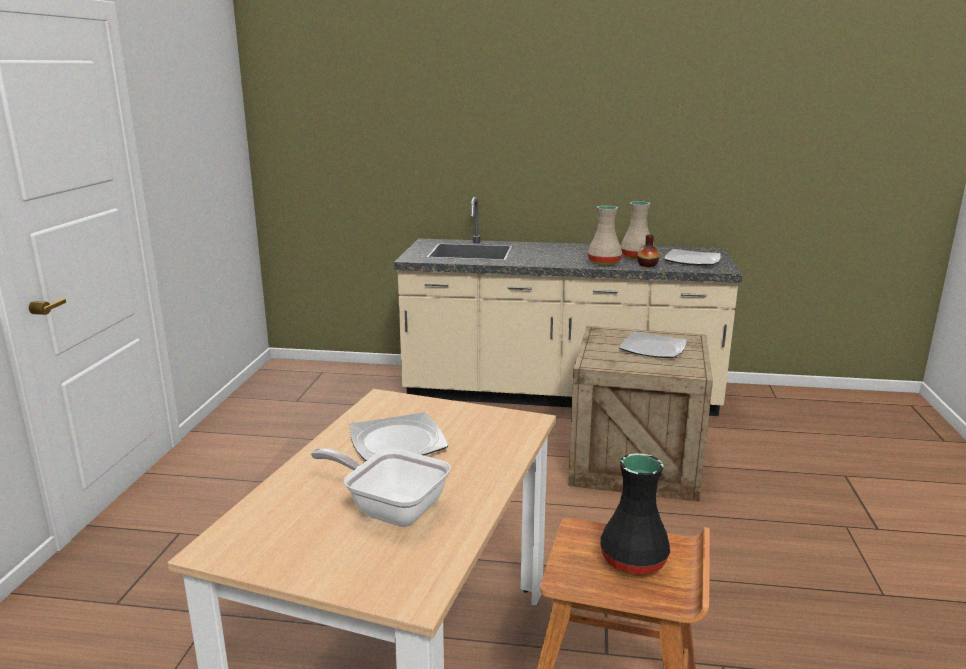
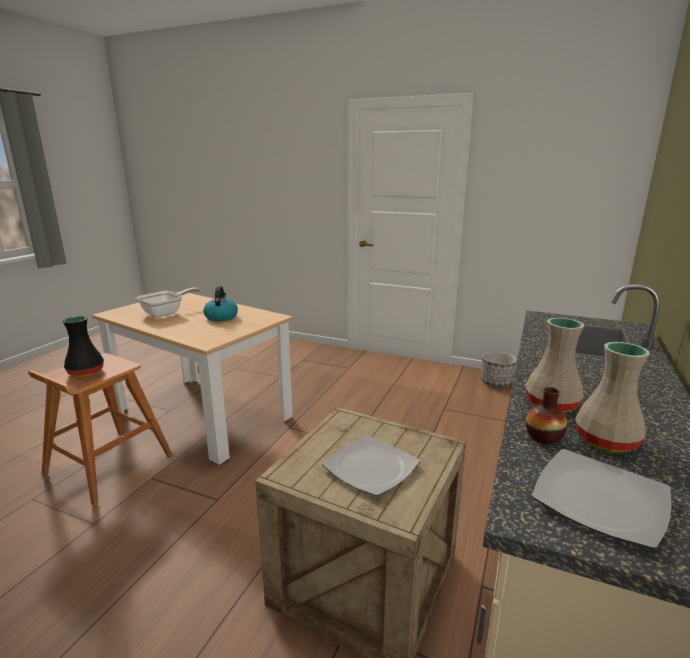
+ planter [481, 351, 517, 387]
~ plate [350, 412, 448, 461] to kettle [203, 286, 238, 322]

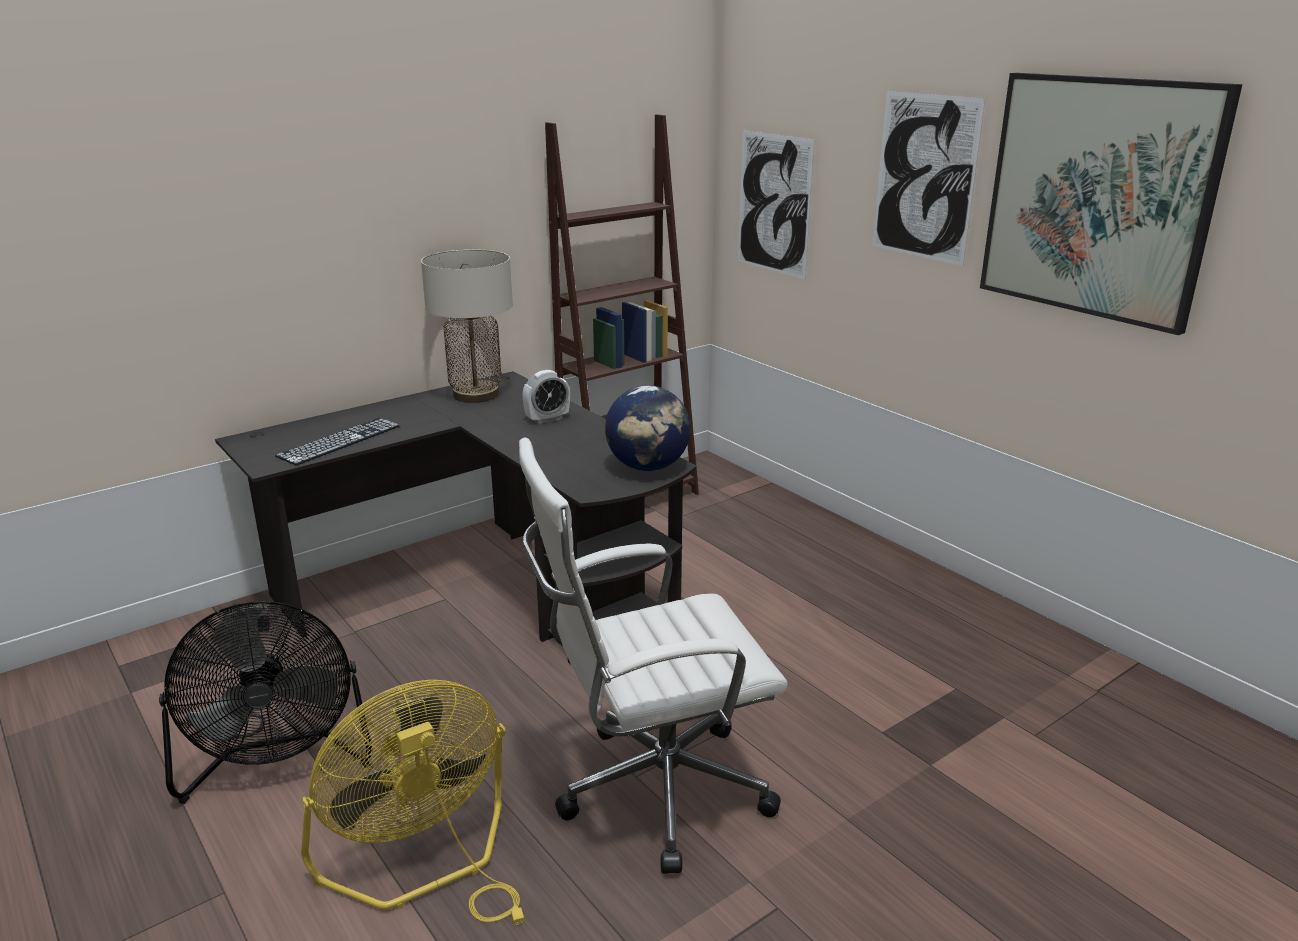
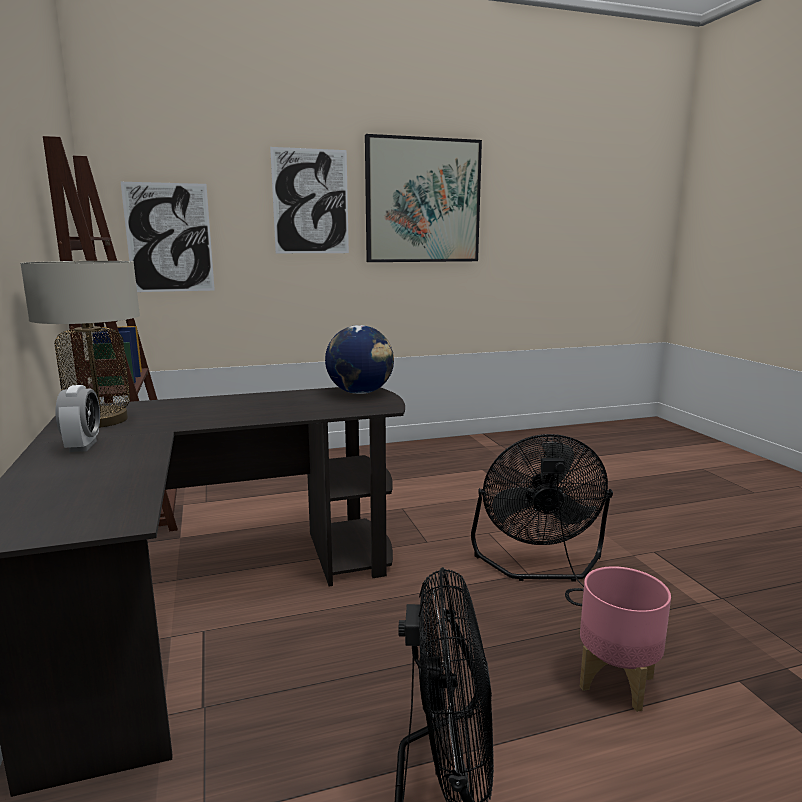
- keyboard [275, 418, 400, 466]
~ alarm clock [522, 370, 570, 424] to [56, 385, 100, 452]
~ yellow fan [301, 680, 525, 925] to pink planter [580, 566, 671, 712]
~ white office chair [519, 438, 787, 874] to black fan [471, 434, 613, 606]

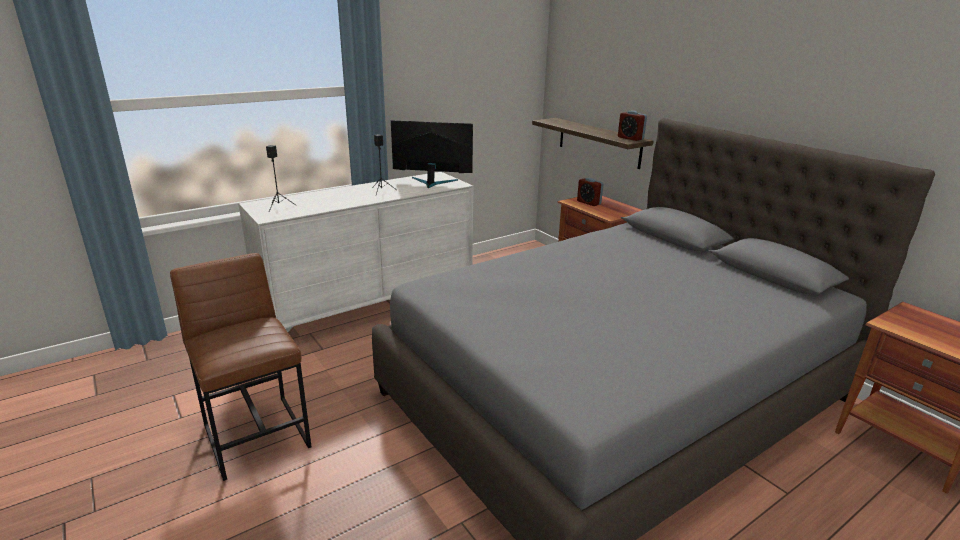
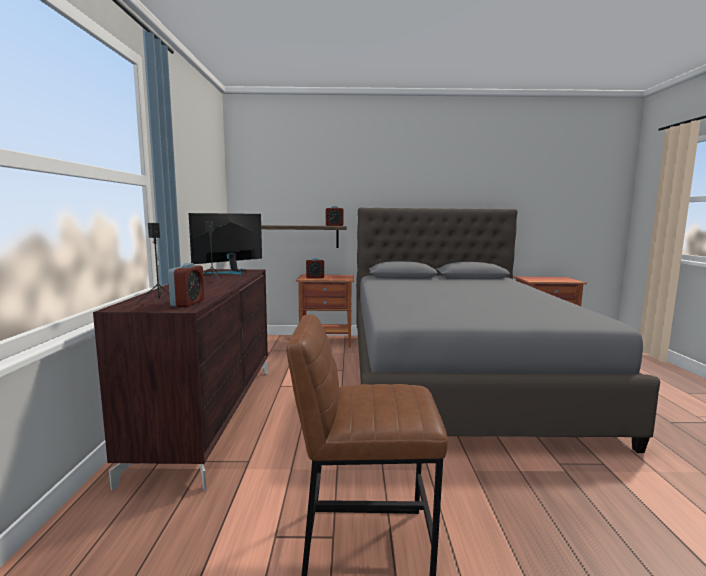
+ alarm clock [168, 263, 204, 307]
~ white dresser [238, 172, 473, 332] to brown dresser [93, 269, 268, 491]

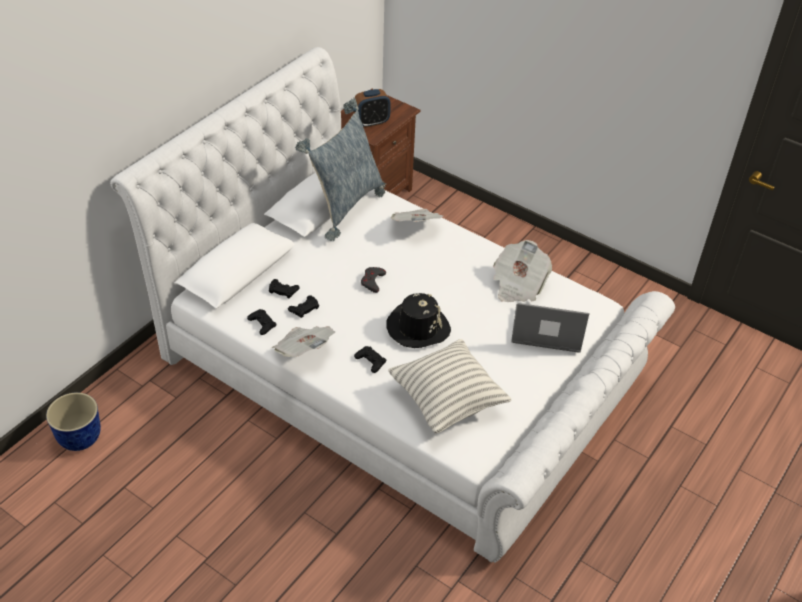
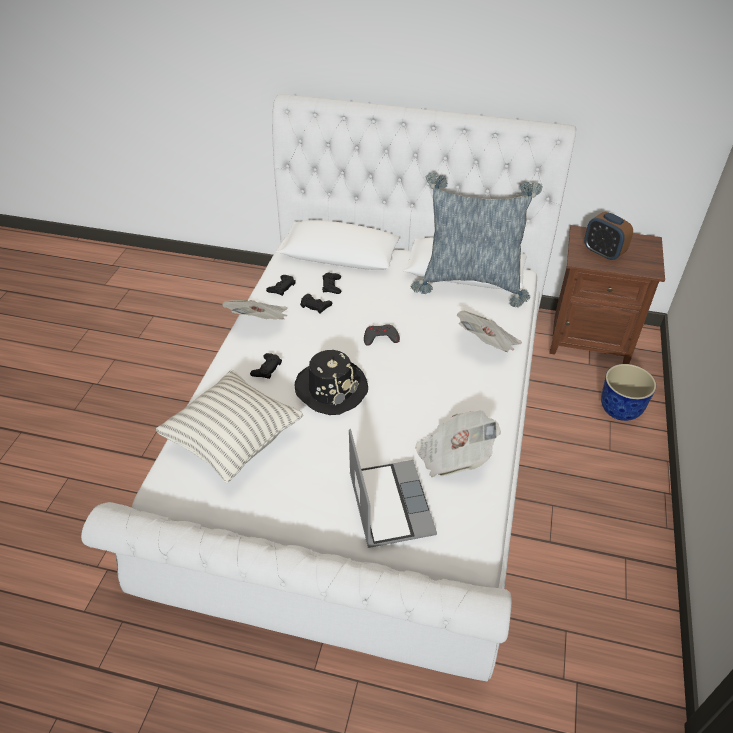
~ planter [46, 393, 101, 451] to [601, 364, 656, 421]

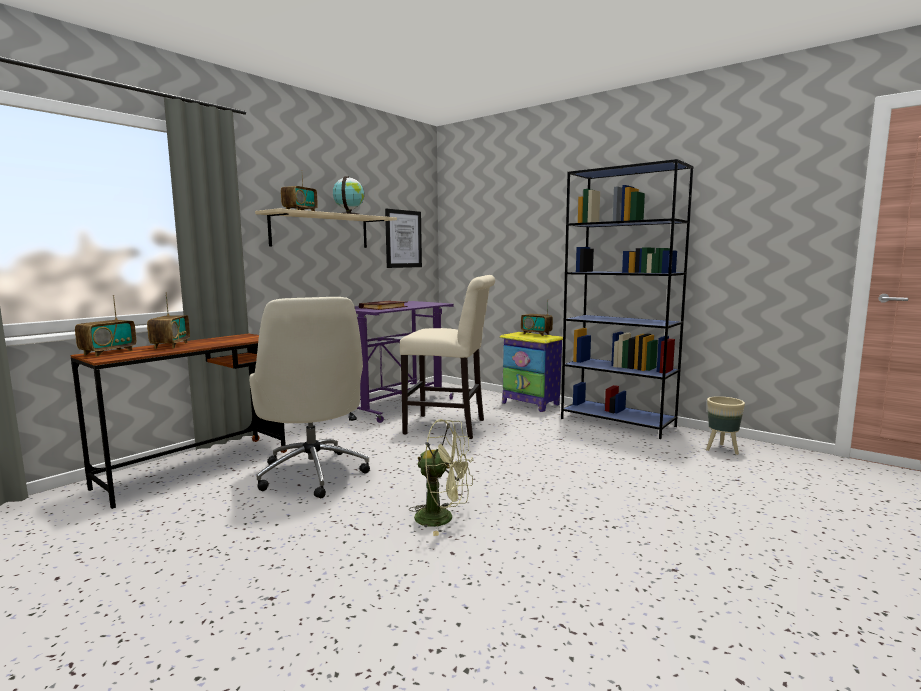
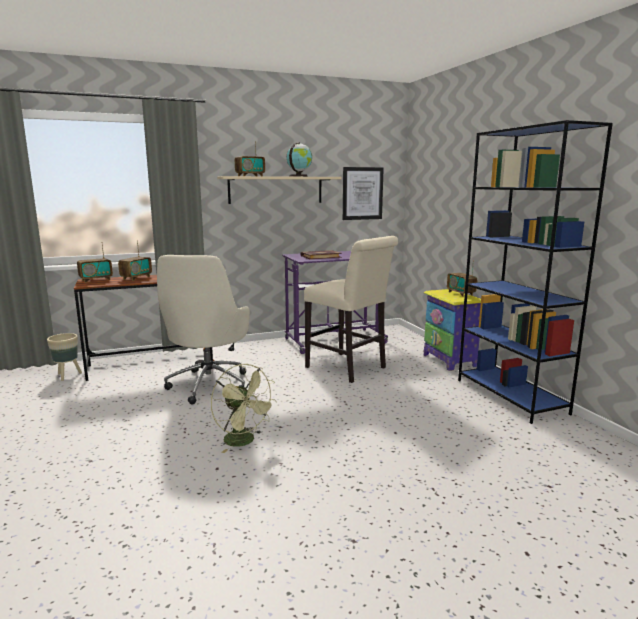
~ beige planter [706, 396, 745, 455] to [47, 333, 82, 381]

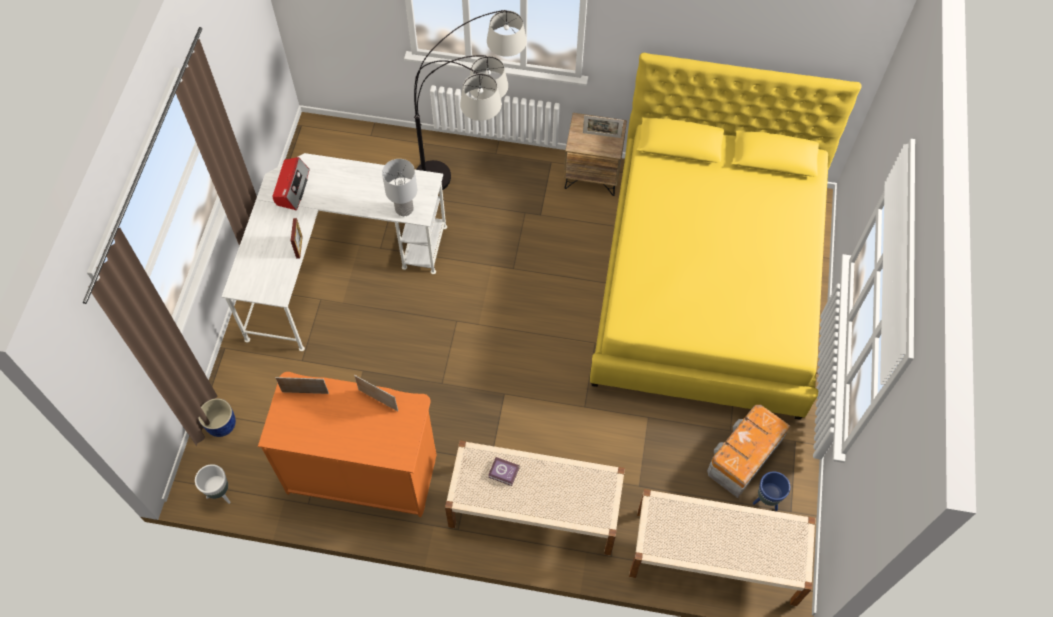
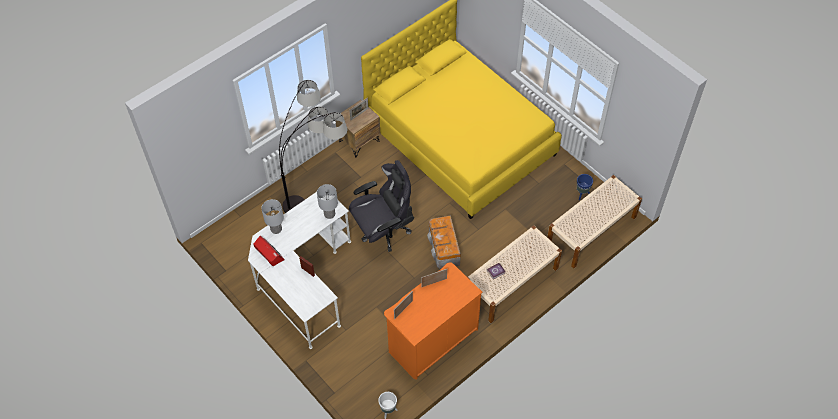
- blue planter [198, 398, 236, 437]
+ grey table lamp [261, 199, 284, 234]
+ black office chair [349, 160, 414, 252]
~ storage box [707, 405, 790, 498] to [427, 215, 461, 269]

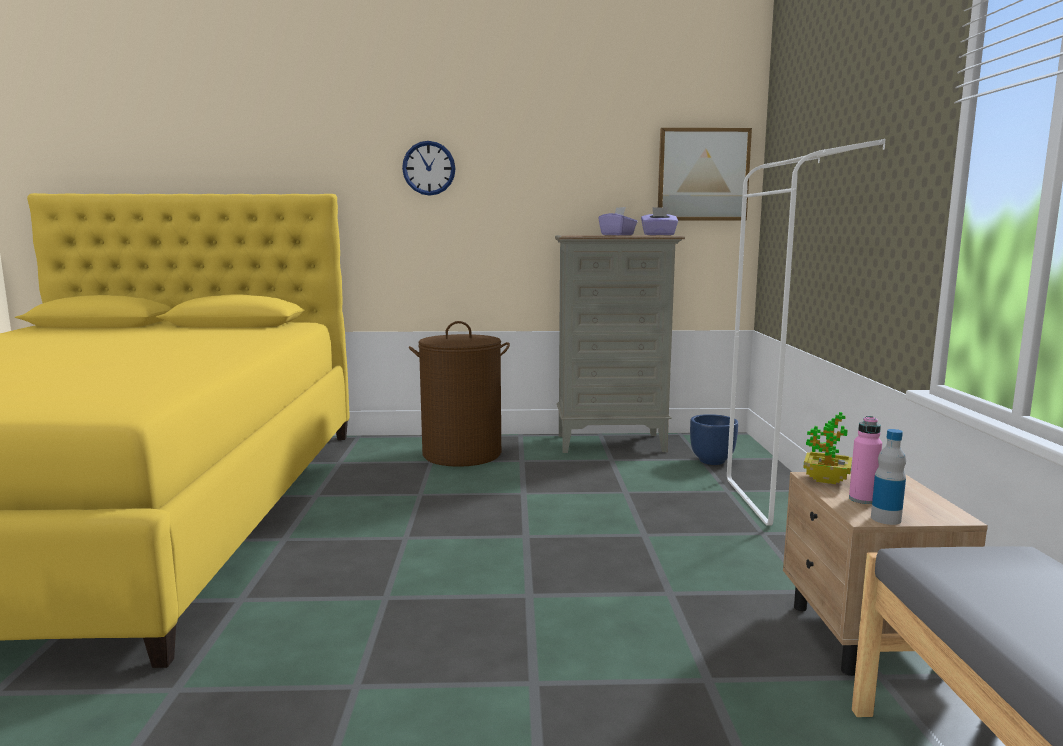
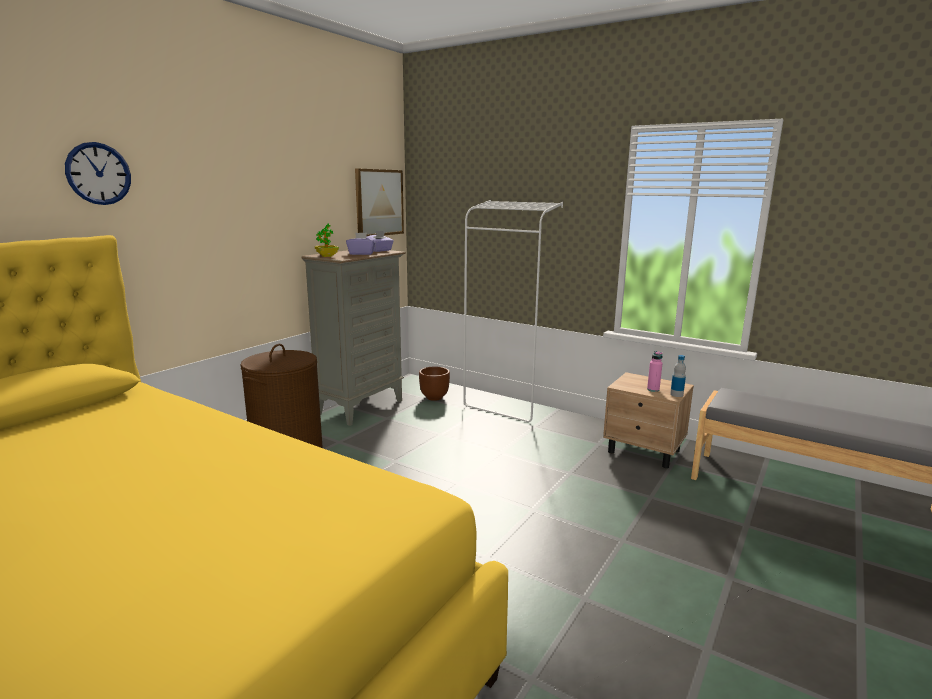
~ wall clock [402, 141, 456, 196] to [65, 142, 131, 205]
~ potted plant [803, 412, 852, 484] to [315, 223, 339, 257]
~ blue planter [690, 414, 738, 465] to brown planter [419, 367, 450, 401]

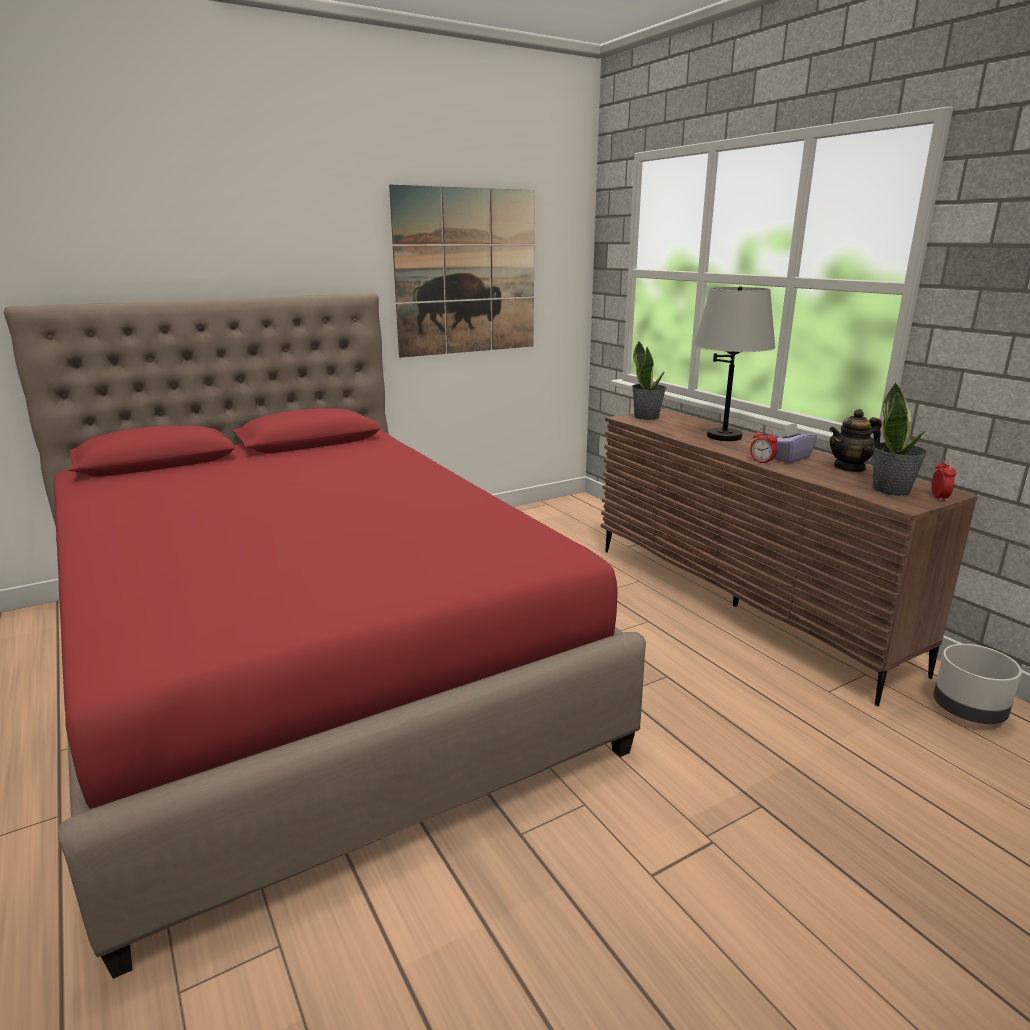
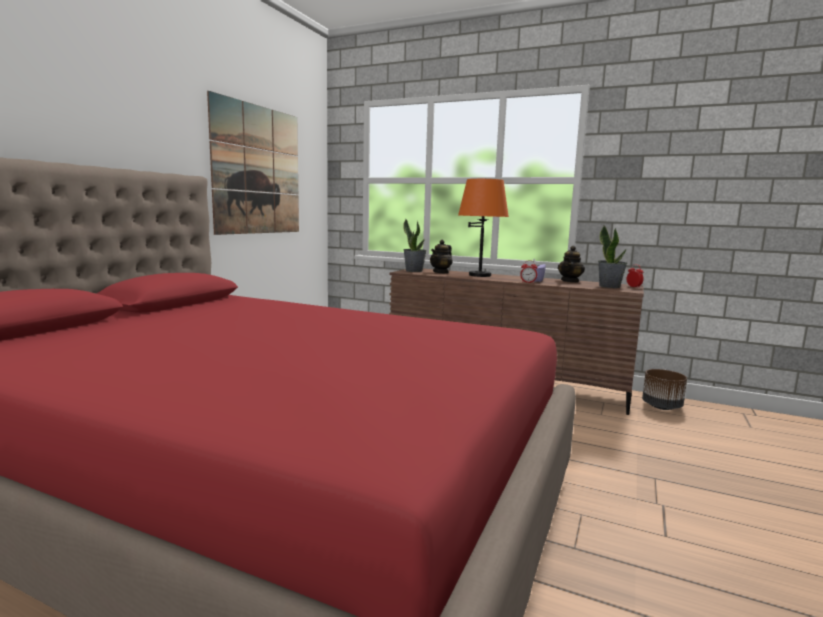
+ teapot [430, 240, 453, 273]
~ grey table lamp [694, 286, 775, 441] to orange table lamp [458, 179, 509, 277]
~ grey planter [933, 644, 1022, 724] to brown planter [642, 369, 687, 410]

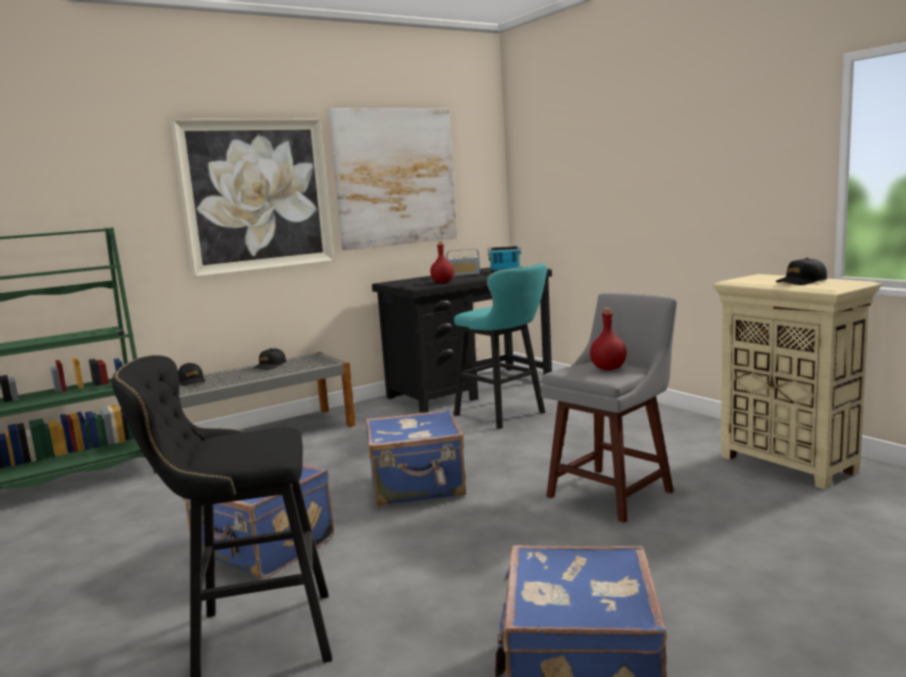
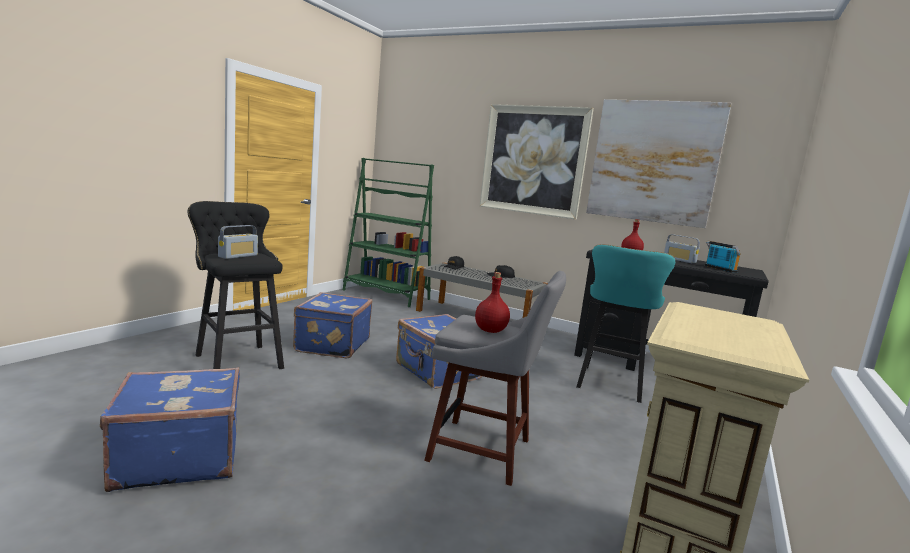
- black cap [776, 258, 827, 285]
+ radio [218, 225, 258, 259]

